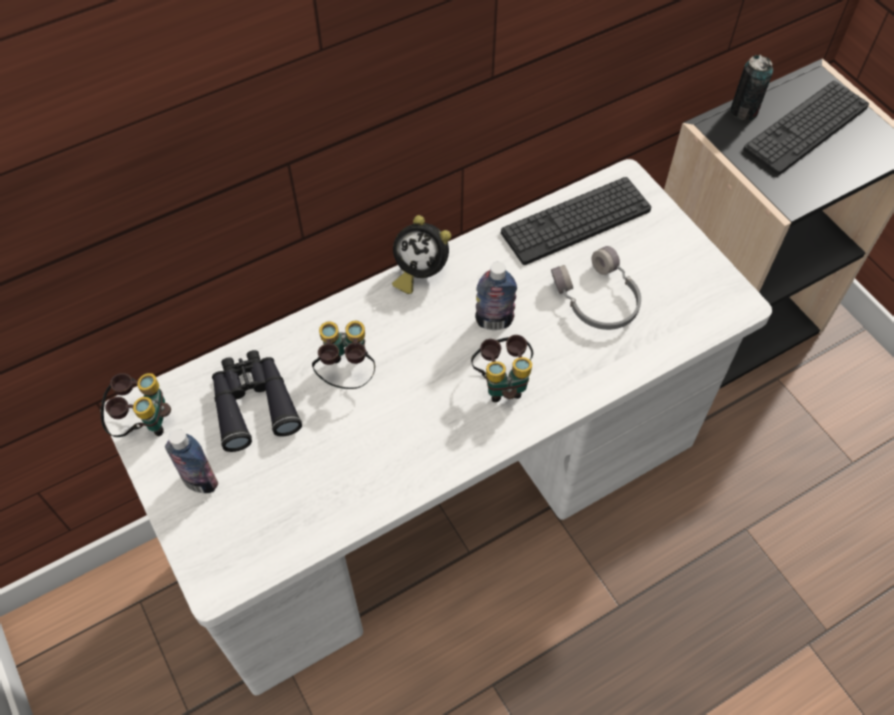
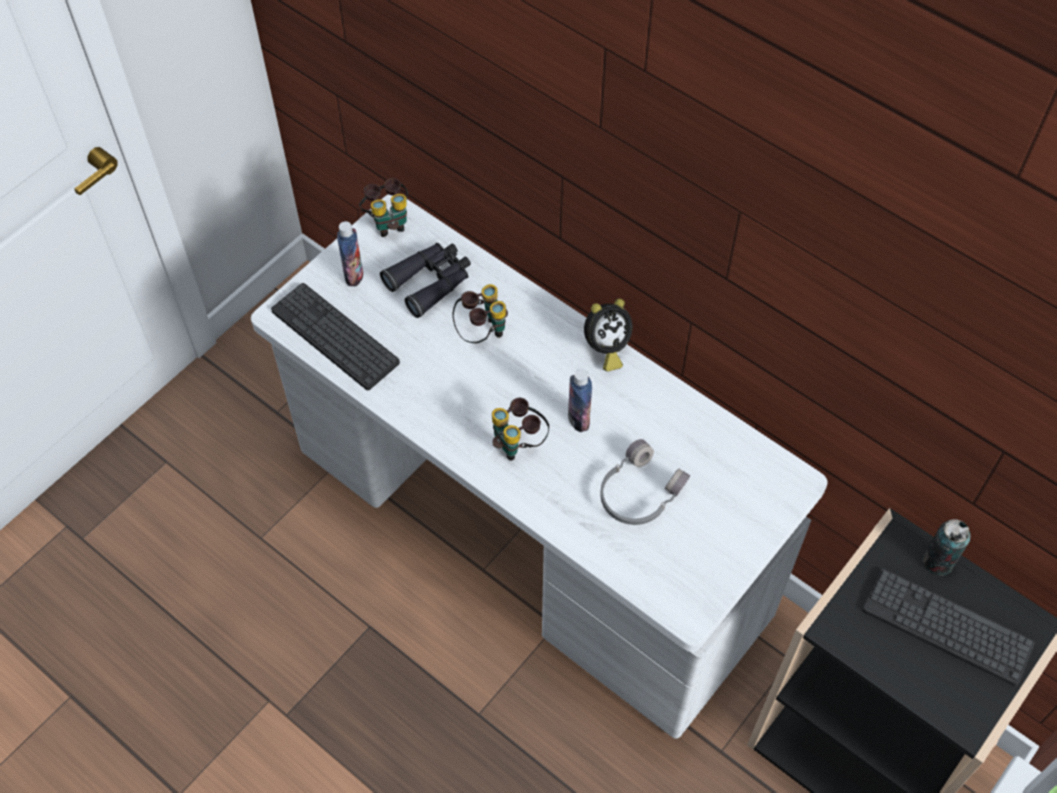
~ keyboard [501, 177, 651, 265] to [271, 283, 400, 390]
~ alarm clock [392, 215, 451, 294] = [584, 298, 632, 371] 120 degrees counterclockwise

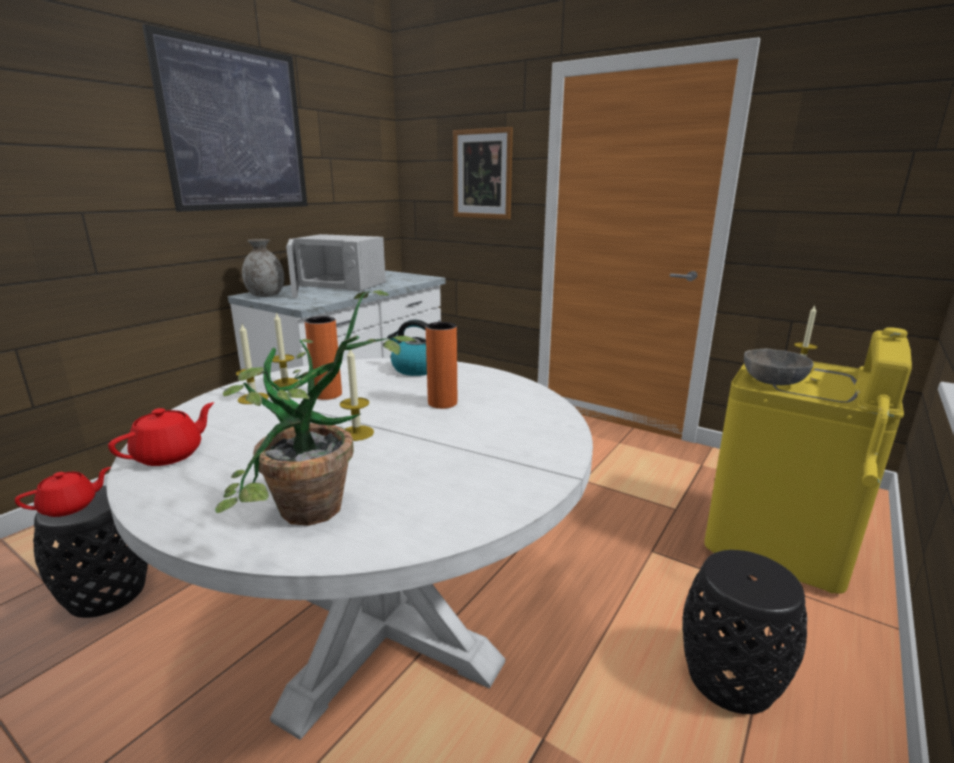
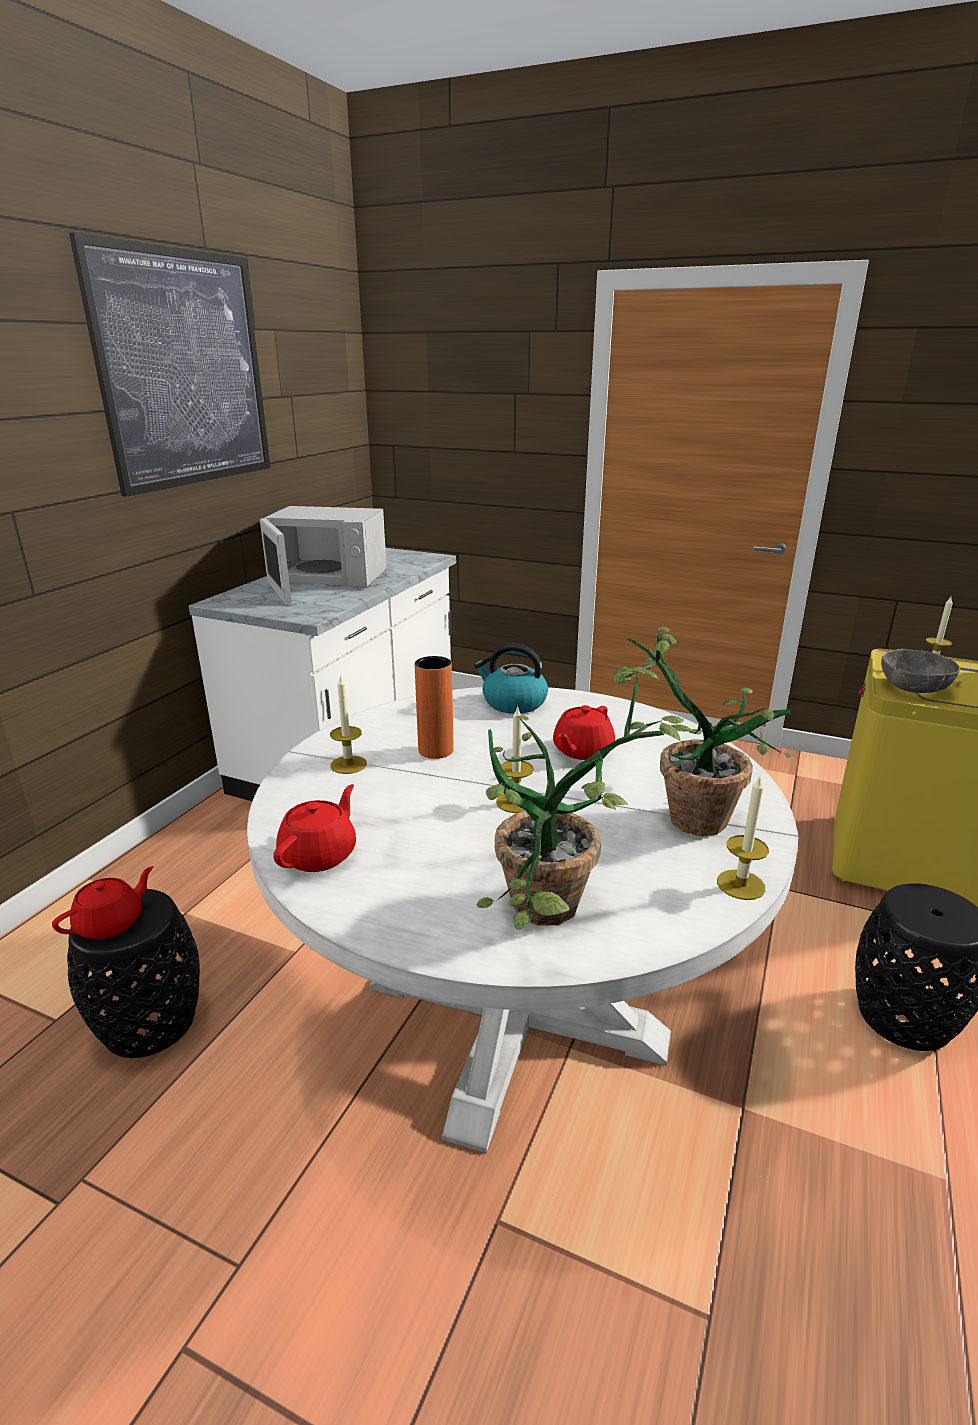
- grey vase [242, 239, 284, 297]
- picture [453, 127, 513, 219]
+ potted plant [614, 627, 795, 836]
~ candle [272, 312, 299, 387] to [717, 775, 769, 900]
~ orange vase [426, 322, 457, 409] to red teapot [553, 705, 615, 760]

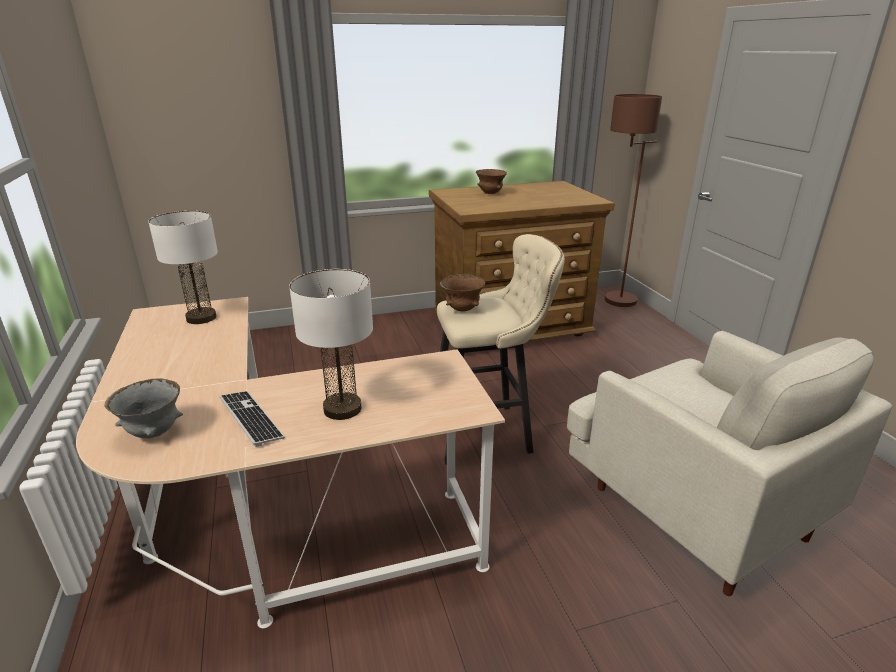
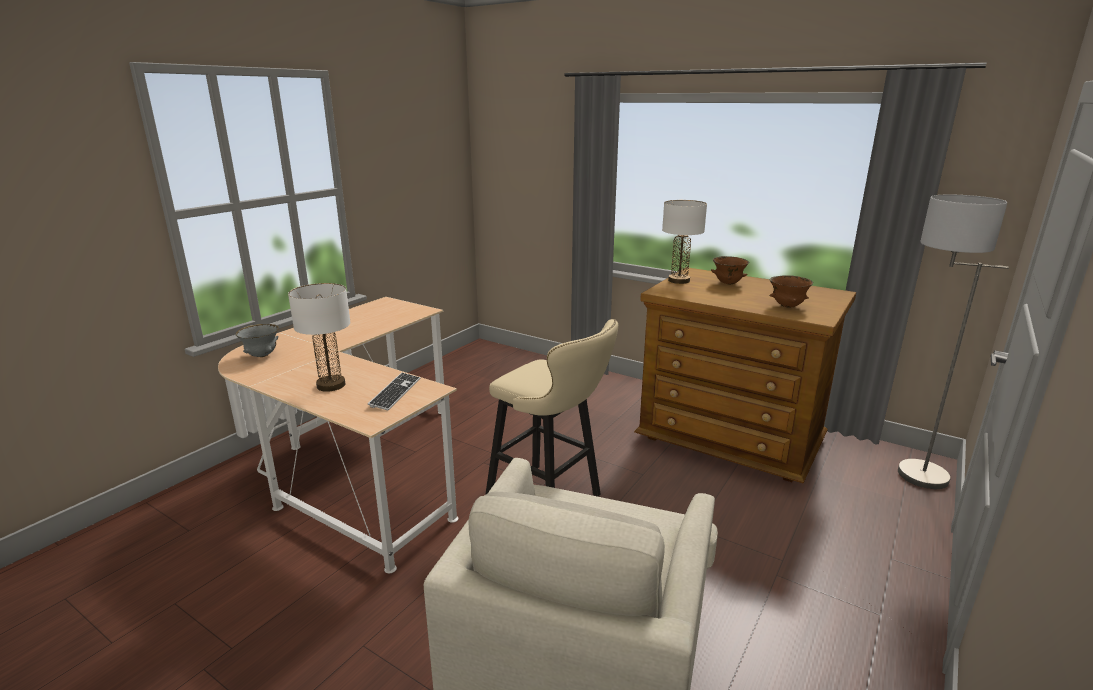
~ table lamp [148, 211, 218, 324] to [662, 200, 707, 284]
~ keyboard [219, 391, 285, 447] to [368, 372, 421, 411]
~ brown bowl [440, 274, 485, 311] to [770, 275, 813, 308]
~ brown floor lamp [605, 94, 662, 307] to grey floor lamp [898, 195, 1009, 489]

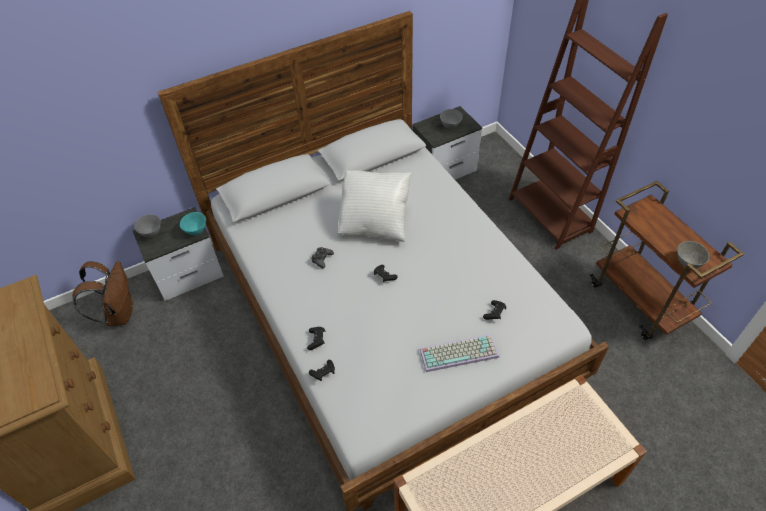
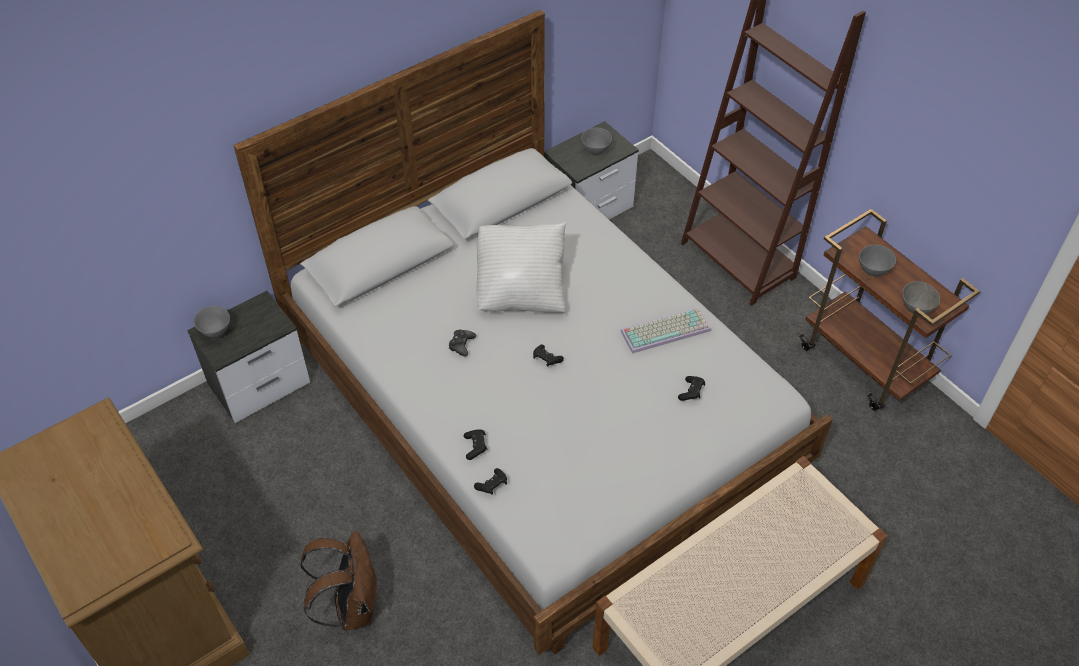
- turquoise bowl [180, 212, 206, 235]
+ grey bowl [859, 245, 896, 276]
~ brown backpack [72, 261, 133, 326] to [300, 531, 377, 630]
~ keyboard [420, 334, 499, 372] to [621, 307, 711, 354]

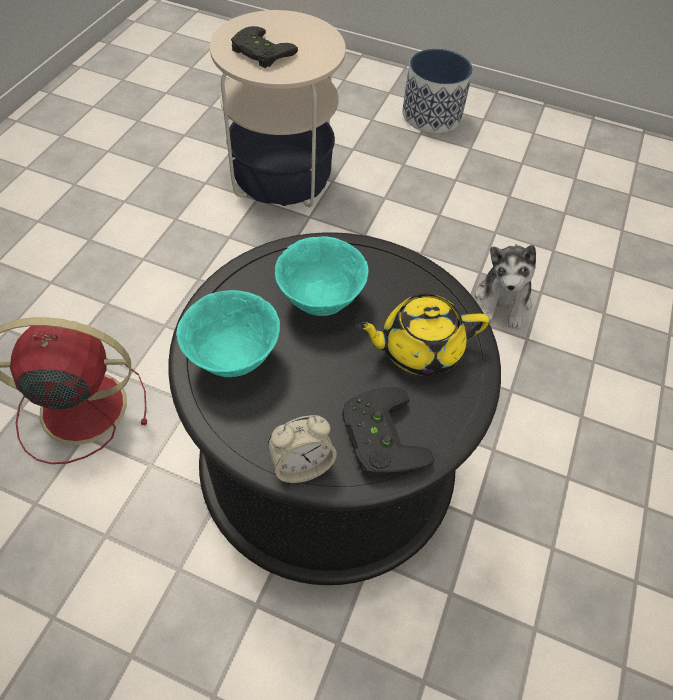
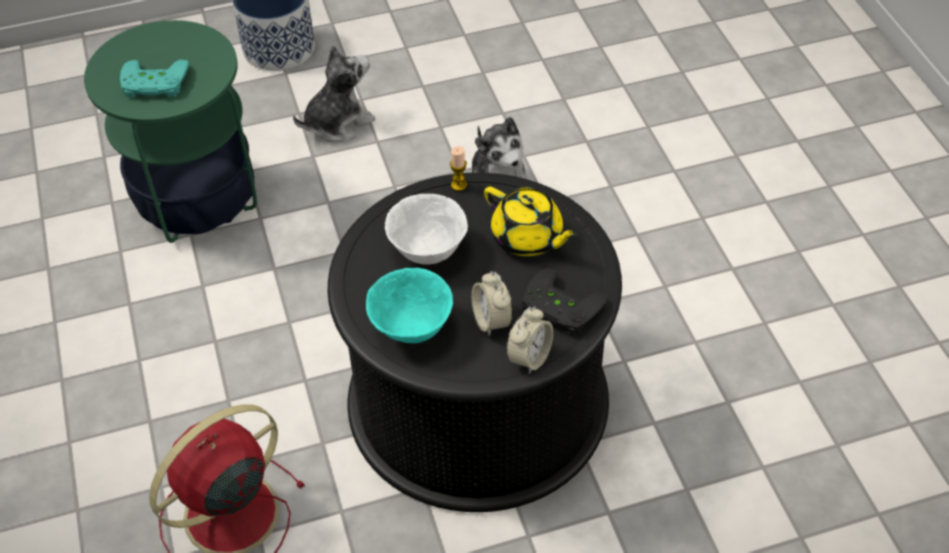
+ plush toy [293, 45, 375, 142]
+ candle [450, 146, 467, 191]
+ alarm clock [472, 271, 513, 337]
~ beige side table [210, 10, 346, 207] to green side table [84, 20, 257, 243]
~ black game controller [231, 26, 298, 68] to turquoise game controller [120, 60, 189, 97]
~ turquoise bowl [275, 236, 369, 316] to white bowl [385, 194, 468, 265]
~ yellow teapot [356, 294, 489, 376] = [484, 187, 578, 256] 90 degrees counterclockwise

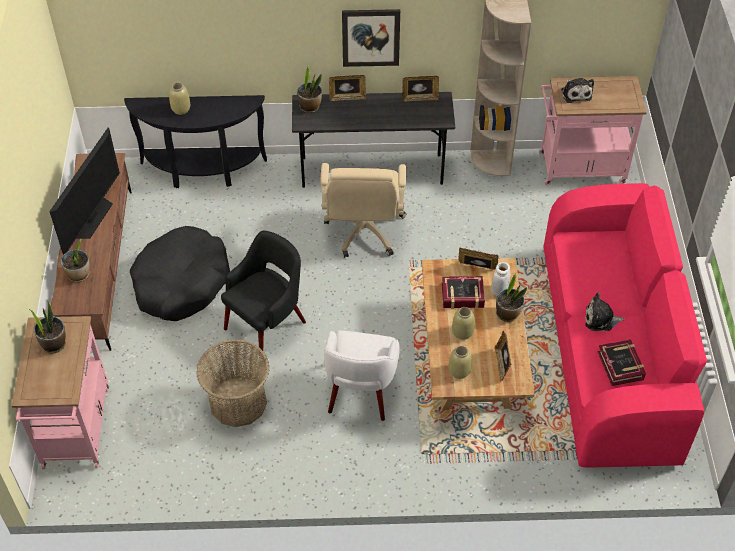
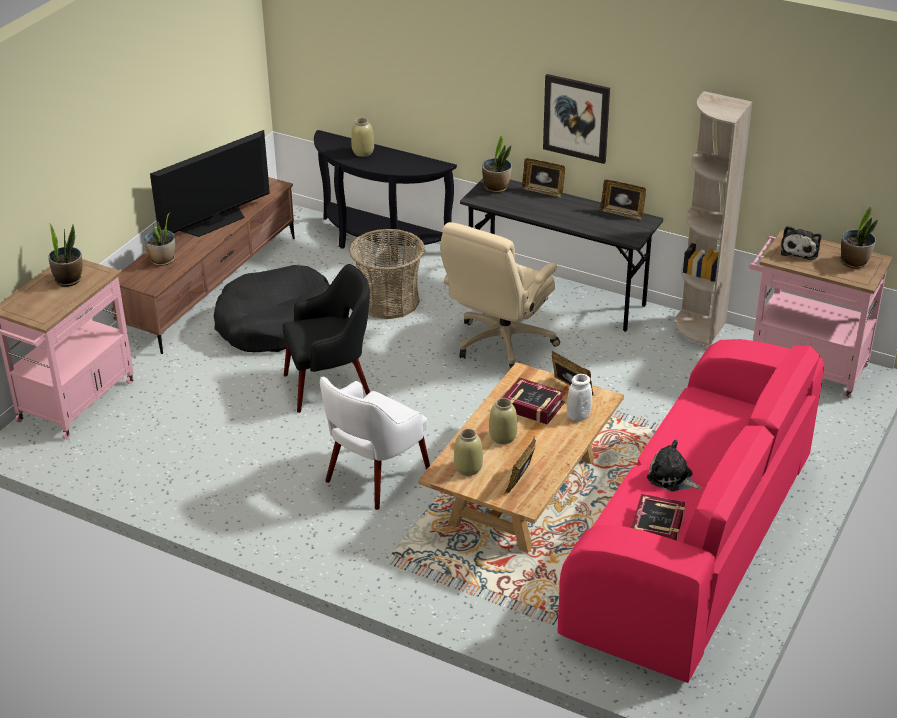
~ basket [196, 339, 269, 427] to [349, 229, 425, 319]
~ potted plant [496, 273, 527, 322] to [840, 205, 878, 269]

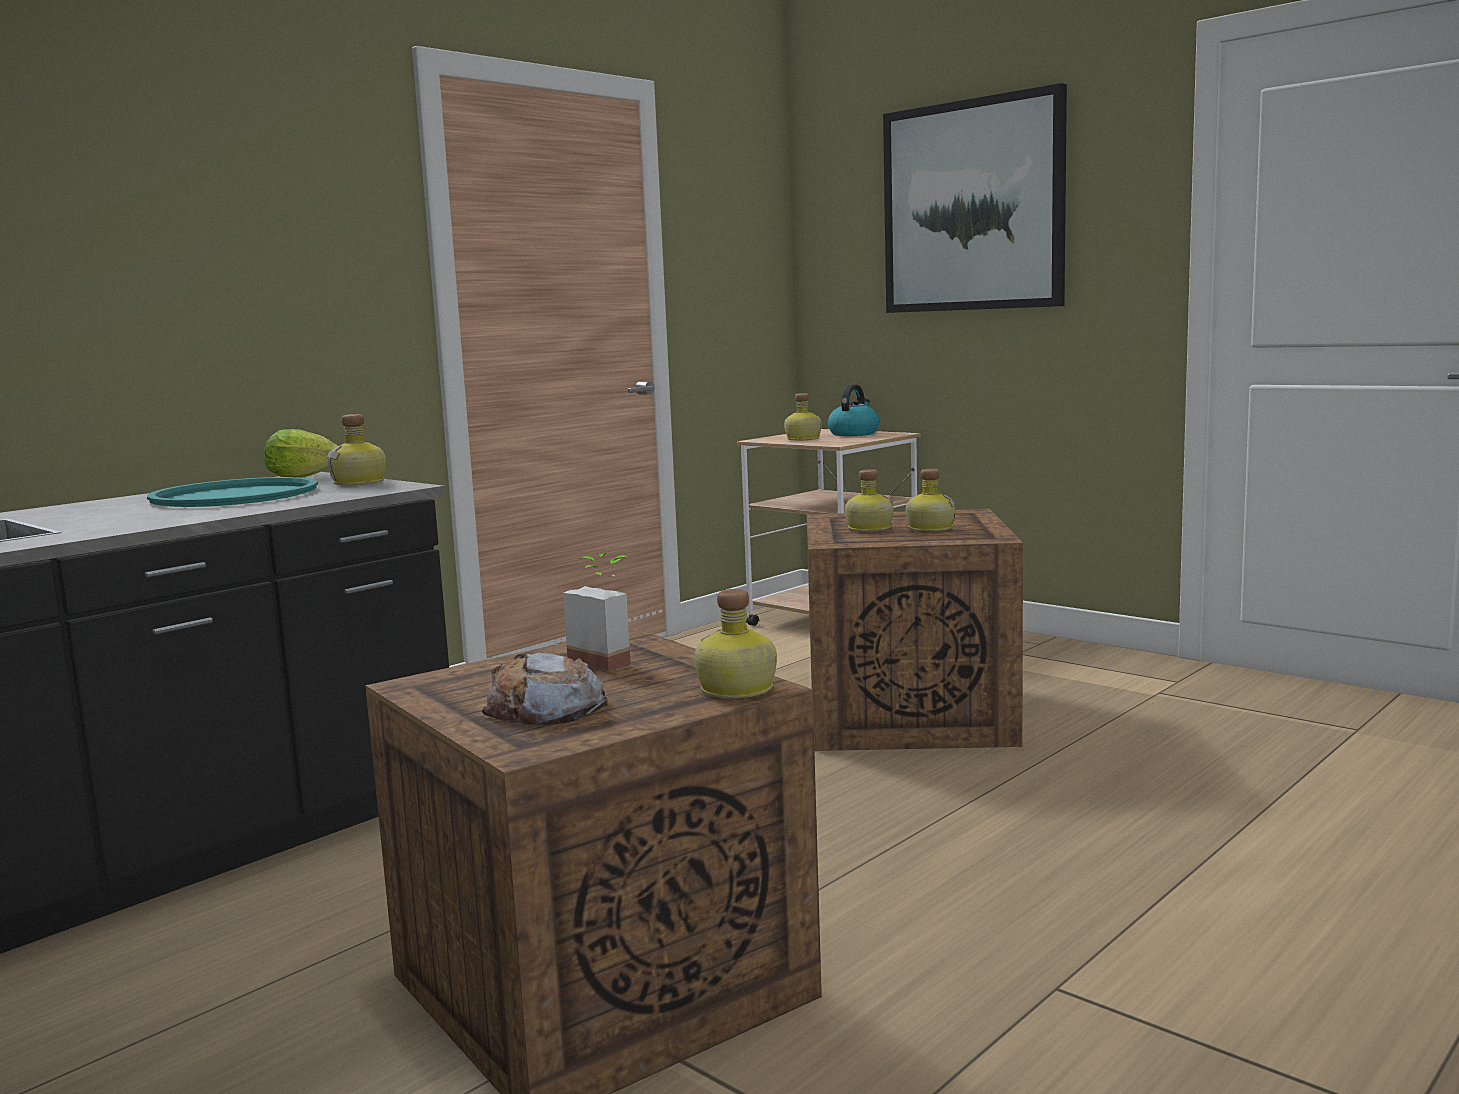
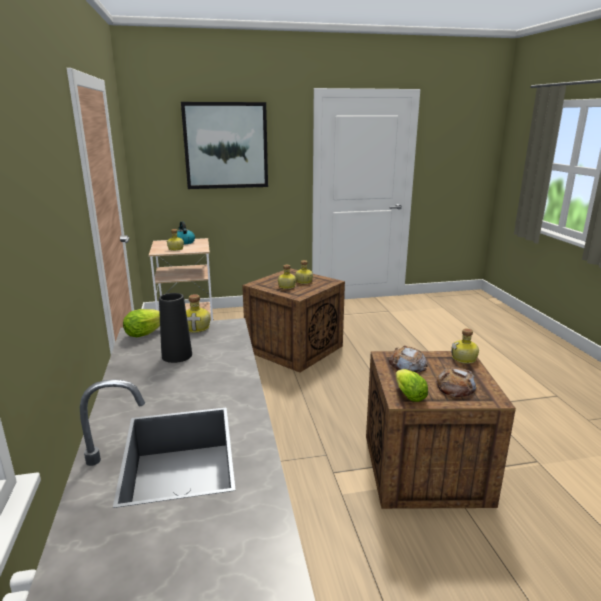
+ lettuce [396, 369, 428, 402]
~ turquoise tray [147, 477, 318, 507] to black vase [159, 293, 192, 363]
~ potted plant [563, 553, 631, 671] to bread [389, 346, 428, 372]

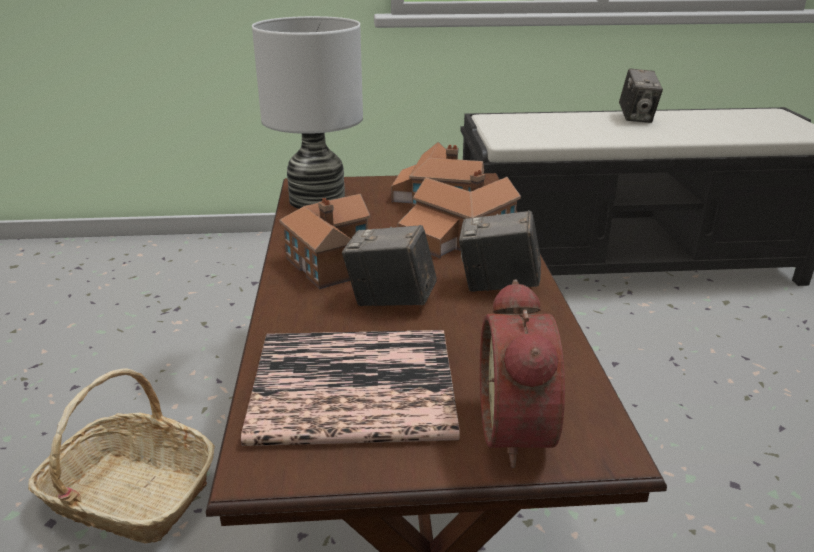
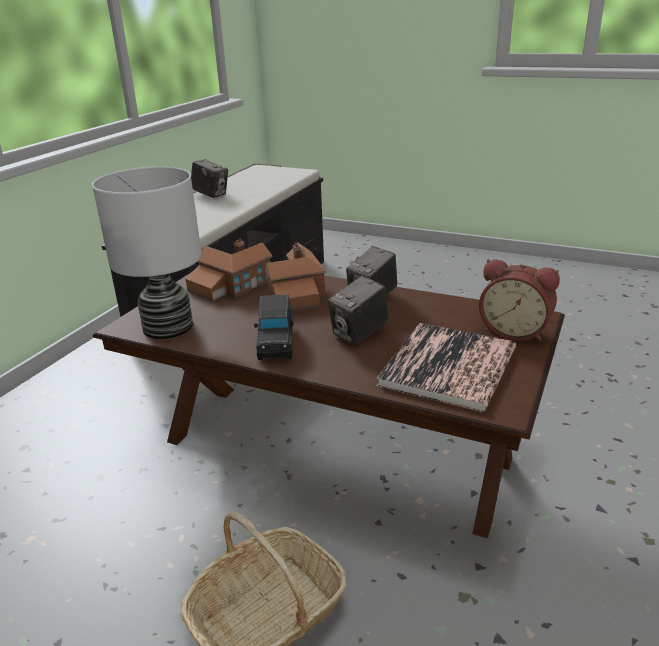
~ toy house [279, 193, 371, 289] to black toy car [254, 294, 294, 360]

